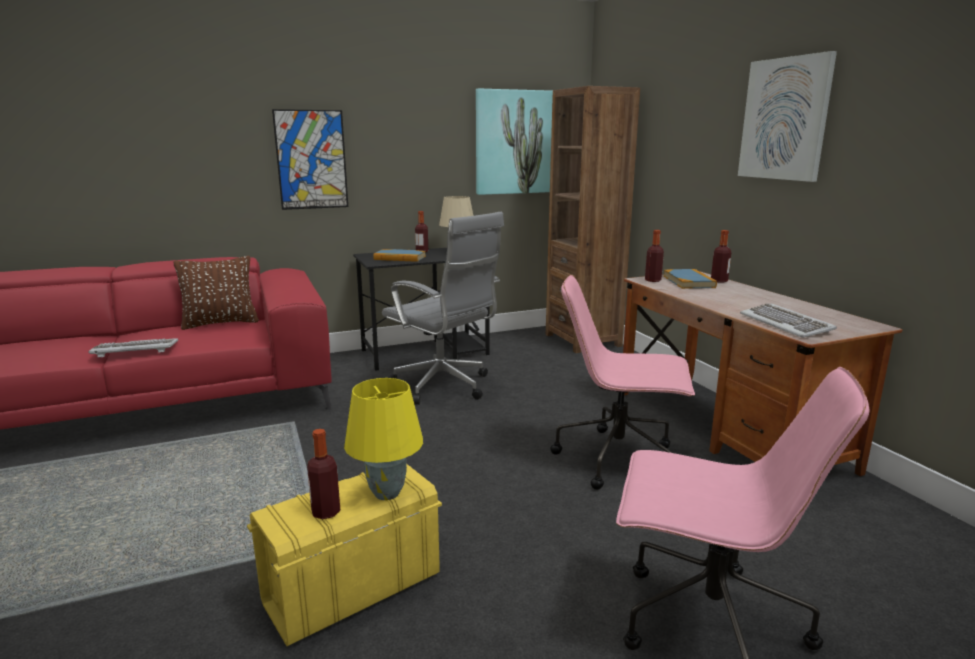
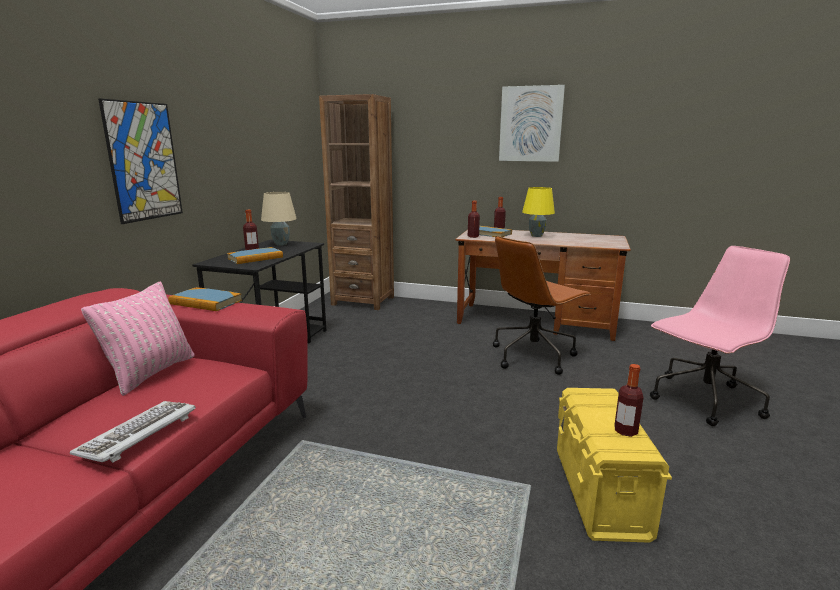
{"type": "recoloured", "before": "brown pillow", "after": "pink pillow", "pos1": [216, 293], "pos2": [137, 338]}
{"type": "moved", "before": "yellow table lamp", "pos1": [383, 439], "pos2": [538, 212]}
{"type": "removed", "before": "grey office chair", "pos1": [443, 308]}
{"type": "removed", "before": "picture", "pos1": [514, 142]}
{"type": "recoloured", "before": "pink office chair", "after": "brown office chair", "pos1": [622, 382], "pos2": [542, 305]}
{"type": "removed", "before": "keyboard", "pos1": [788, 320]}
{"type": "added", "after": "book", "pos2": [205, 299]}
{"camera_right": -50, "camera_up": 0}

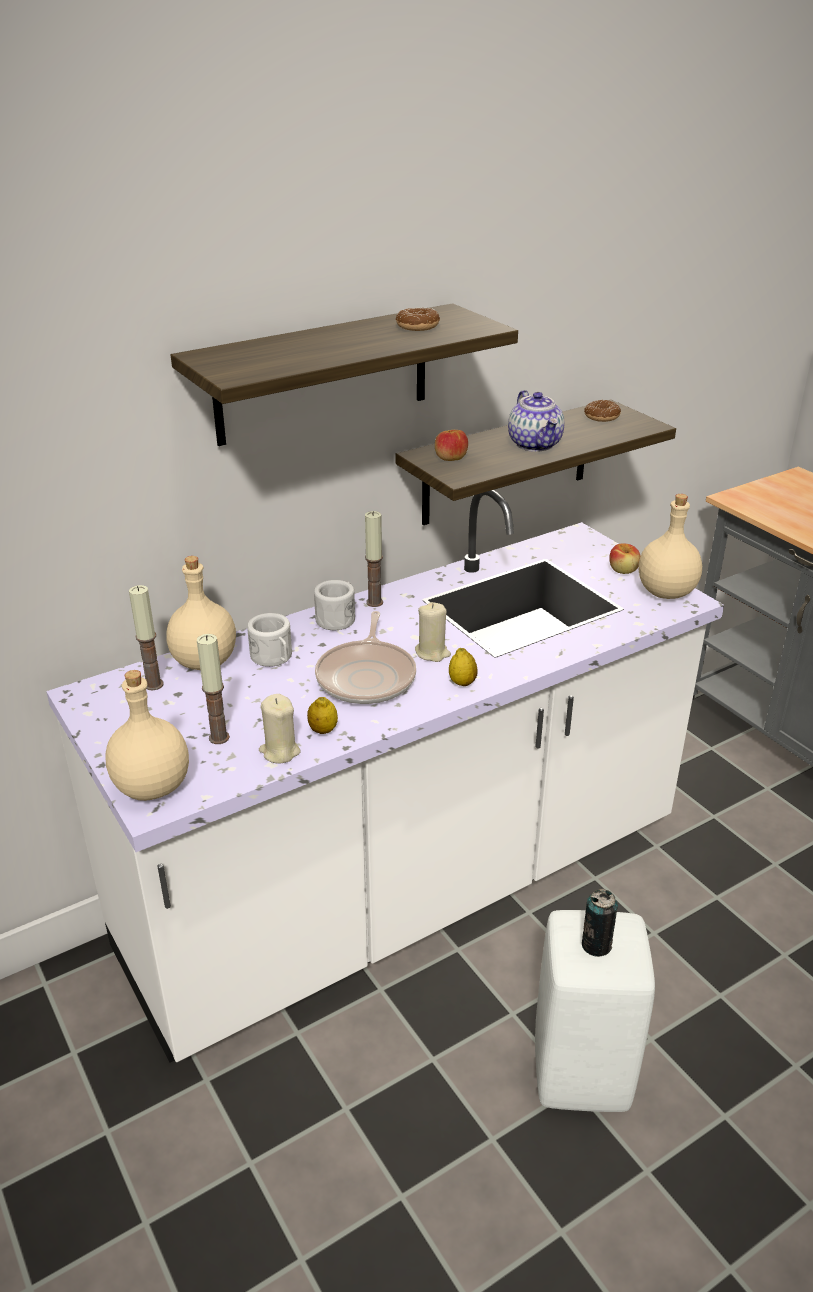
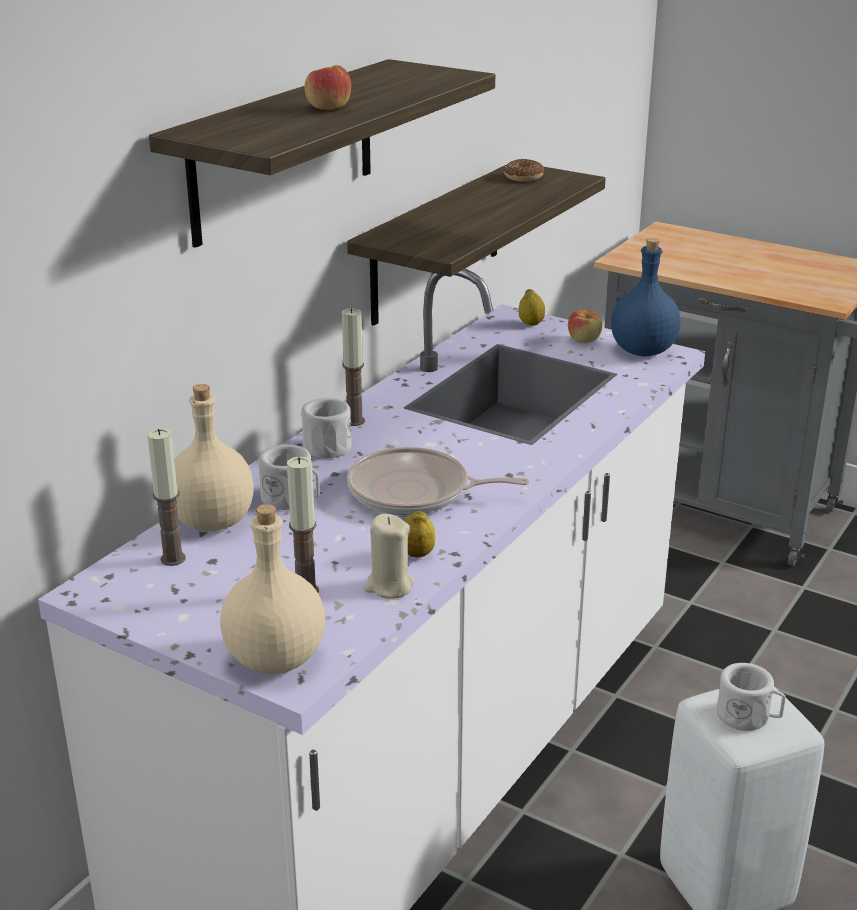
{"type": "turned", "before": "frying pan", "pos1": [365, 657], "pos2": [438, 481], "turn": 120}
{"type": "removed", "before": "donut", "pos1": [417, 319]}
{"type": "removed", "before": "beige candle", "pos1": [433, 632]}
{"type": "moved", "before": "apple", "pos1": [451, 445], "pos2": [327, 87]}
{"type": "moved", "before": "lemon", "pos1": [463, 667], "pos2": [532, 307]}
{"type": "removed", "before": "teapot", "pos1": [536, 421]}
{"type": "replaced", "before": "can", "after": "white mug", "pos1": [600, 923], "pos2": [751, 697]}
{"type": "recoloured", "before": "beige bottle", "after": "blue bottle", "pos1": [670, 546], "pos2": [646, 297]}
{"camera_right": -25, "camera_up": -5}

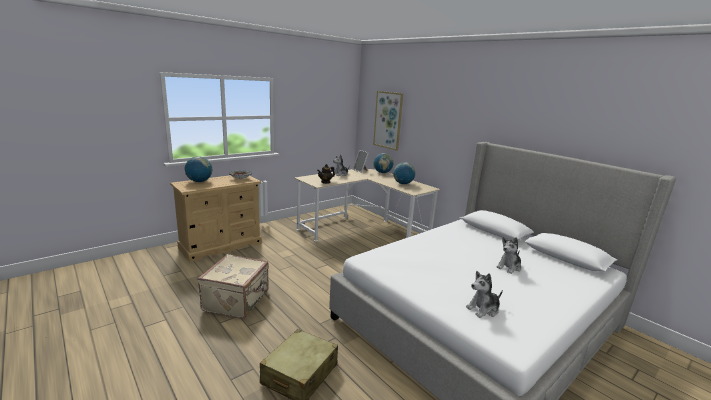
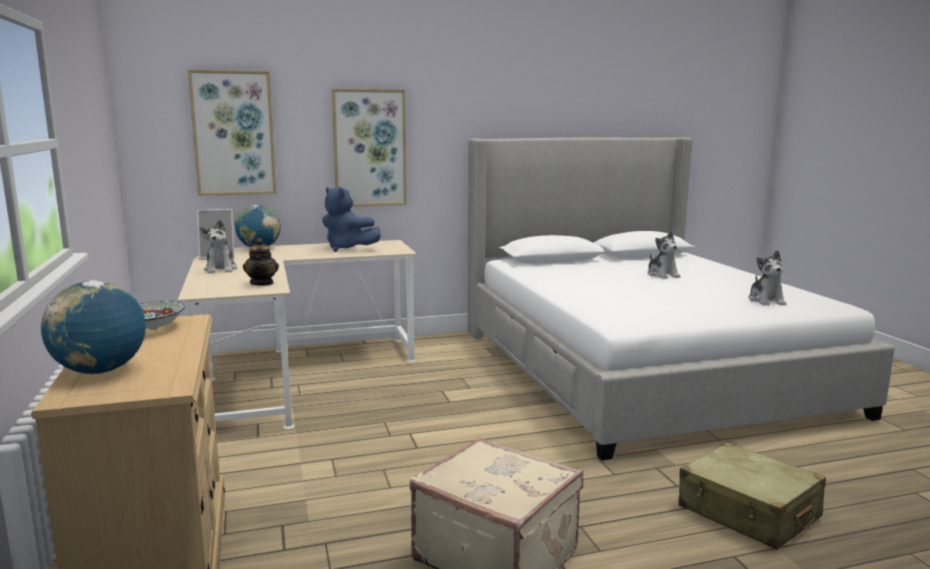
{"type": "replaced", "before": "globe", "after": "blue plush toy", "pos1": [404, 173], "pos2": [351, 219]}
{"type": "added", "after": "picture", "pos2": [369, 148]}
{"camera_right": -65, "camera_up": -5}

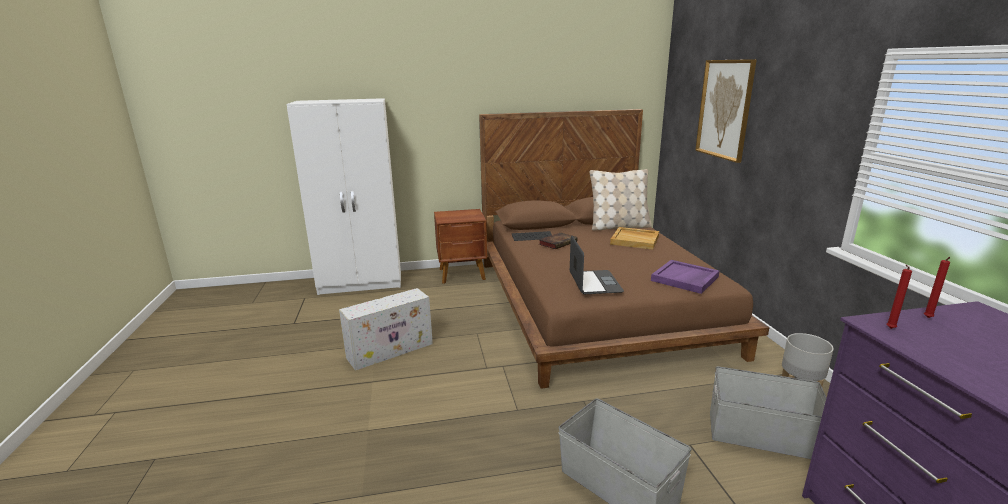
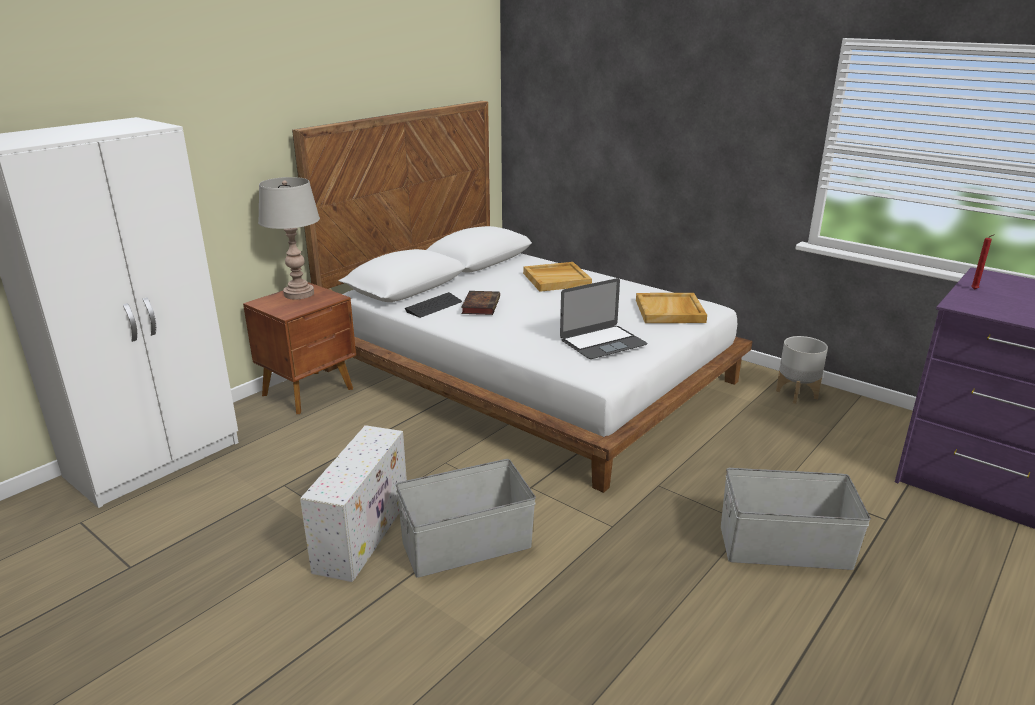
{"type": "recoloured", "before": "brown bed", "after": "white bed", "pos1": [624, 249], "pos2": [522, 297]}
{"type": "turned", "before": "laptop", "pos1": [597, 265], "pos2": [603, 318], "turn": 105}
{"type": "removed", "before": "beige pillow", "pos1": [620, 199]}
{"type": "recoloured", "before": "purple tray", "after": "beige tray", "pos1": [685, 277], "pos2": [671, 308]}
{"type": "removed", "before": "picture", "pos1": [726, 111]}
{"type": "moved", "before": "grey storage box", "pos1": [768, 412], "pos2": [466, 518]}
{"type": "removed", "before": "red candle", "pos1": [899, 297]}
{"type": "added", "after": "grey table lamp", "pos2": [289, 238]}
{"camera_right": -40, "camera_up": 5}

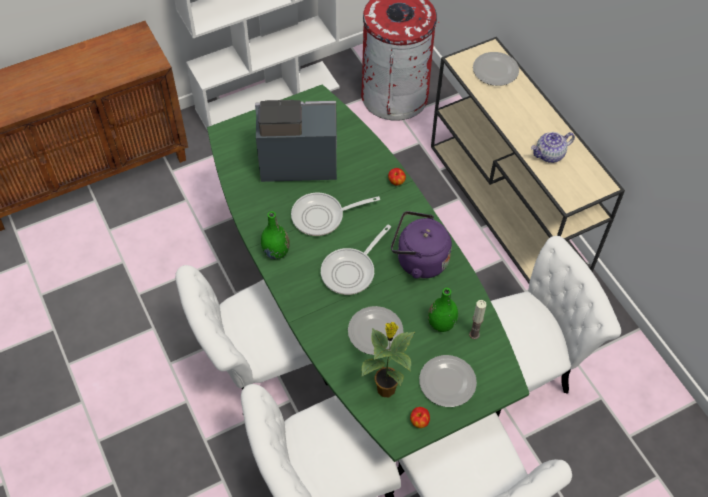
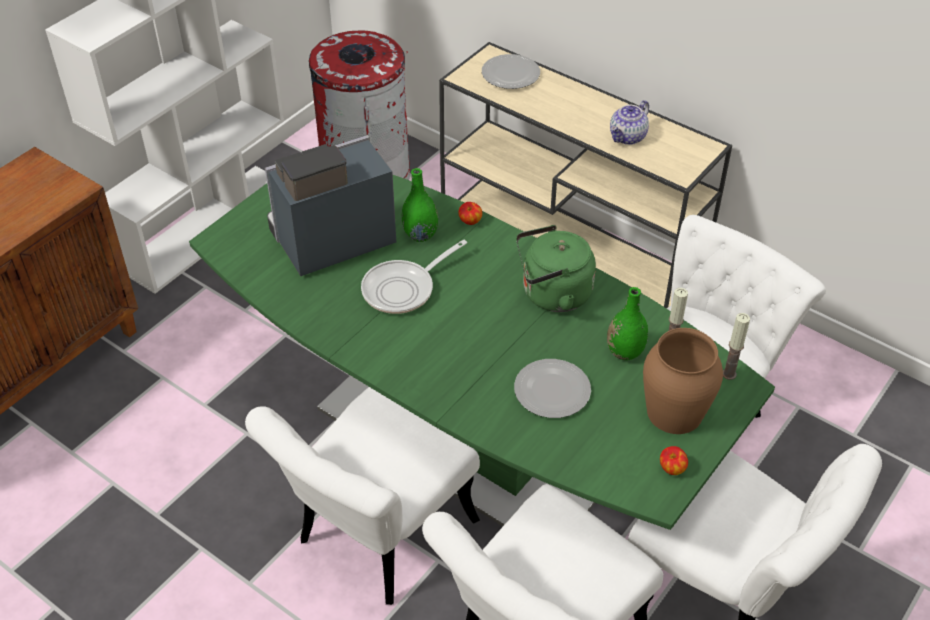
{"type": "moved", "before": "green vase", "pos1": [275, 235], "pos2": [420, 205]}
{"type": "removed", "before": "frying pan", "pos1": [356, 260]}
{"type": "removed", "before": "potted plant", "pos1": [388, 359]}
{"type": "recoloured", "before": "purple kettle", "after": "green kettle", "pos1": [421, 245], "pos2": [556, 268]}
{"type": "replaced", "before": "plate", "after": "brown vase", "pos1": [448, 381], "pos2": [683, 381]}
{"type": "added", "after": "candle", "pos2": [736, 346]}
{"camera_right": -25, "camera_up": -10}

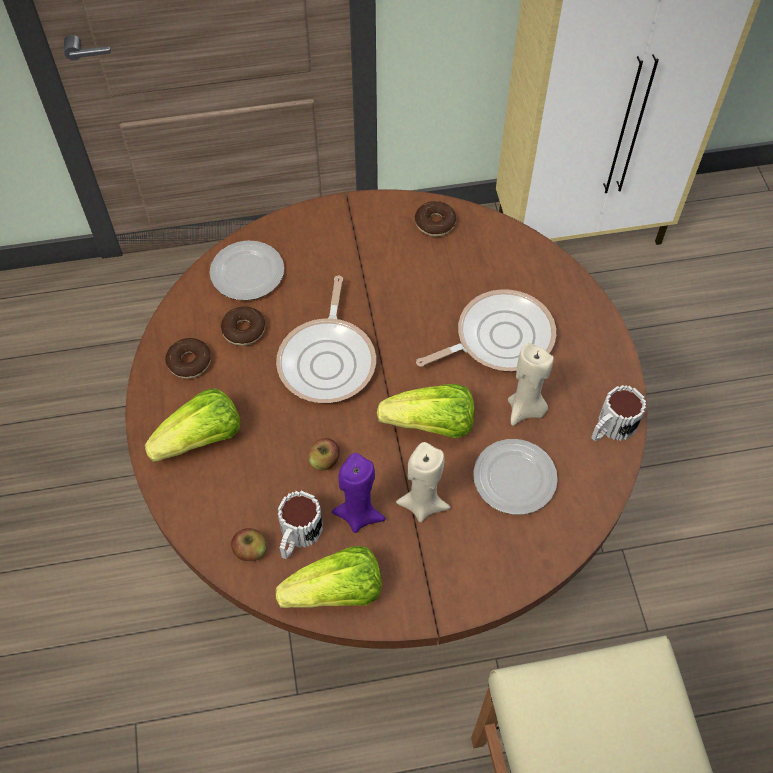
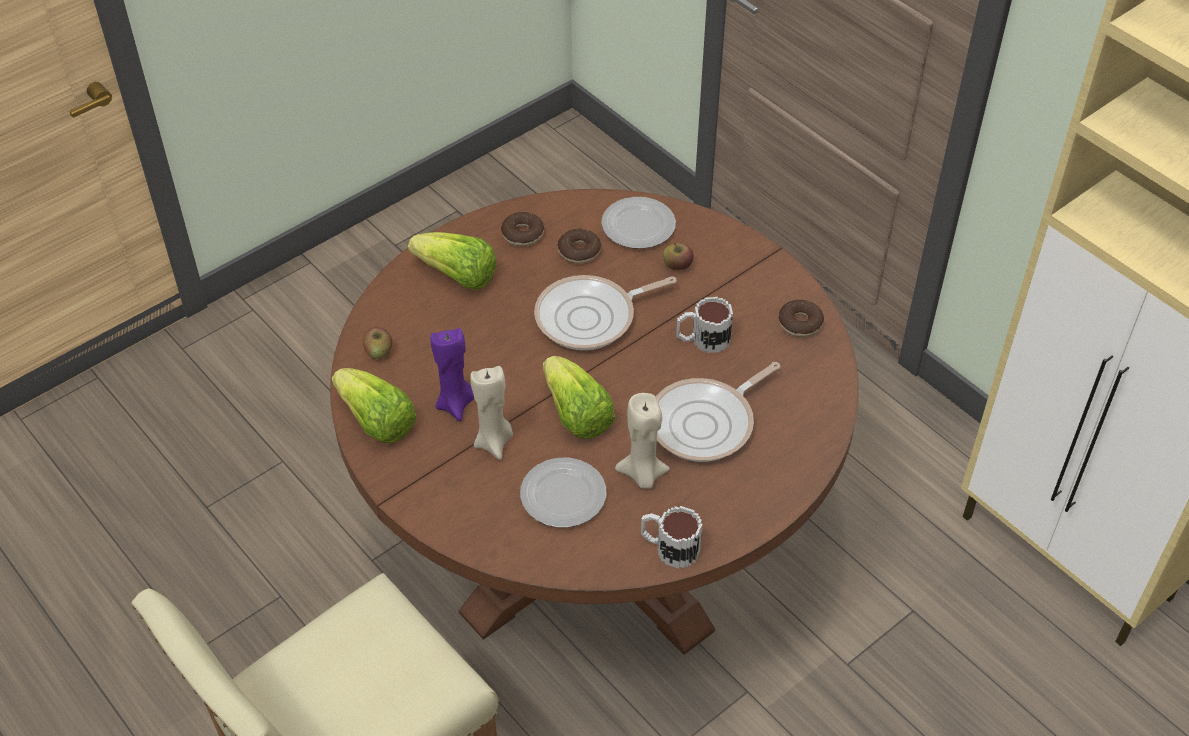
{"type": "moved", "before": "mug", "pos1": [300, 525], "pos2": [704, 325]}
{"type": "moved", "before": "apple", "pos1": [324, 454], "pos2": [678, 256]}
{"type": "turned", "before": "frying pan", "pos1": [486, 330], "pos2": [718, 412], "turn": 105}
{"camera_right": 60, "camera_up": -10}

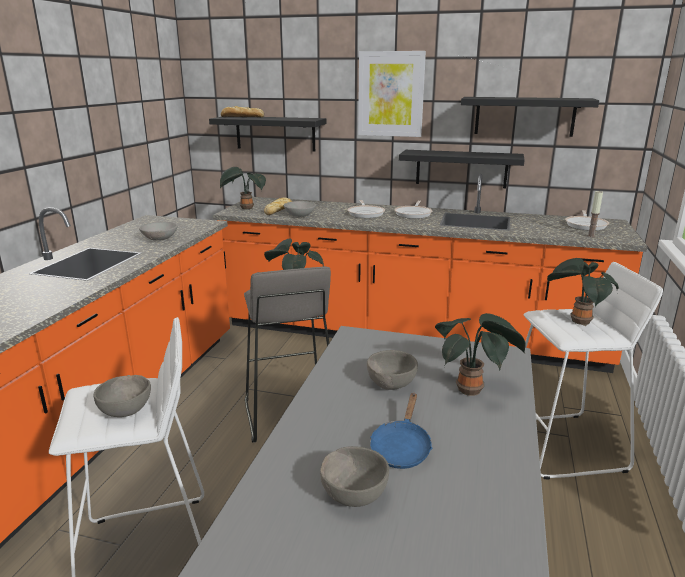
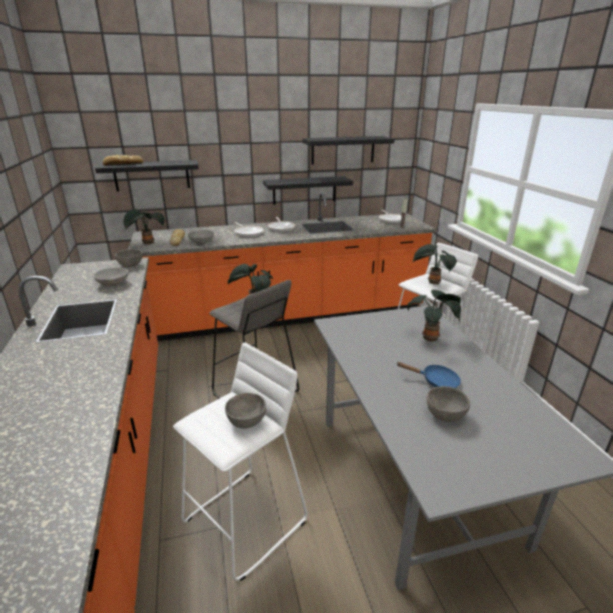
{"type": "removed", "before": "picture", "pos1": [392, 94]}
{"type": "moved", "before": "grey bowl", "pos1": [392, 370], "pos2": [129, 258]}
{"type": "turned", "before": "blue frying pan", "pos1": [401, 431], "pos2": [428, 375], "turn": -60}
{"camera_right": -30, "camera_up": 5}

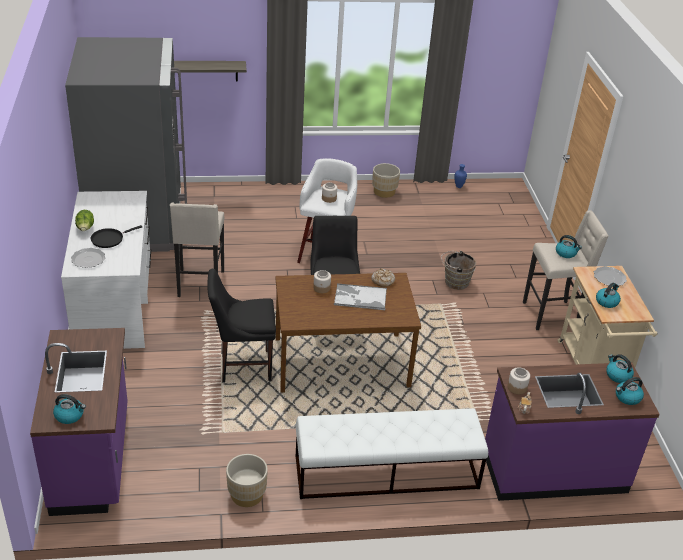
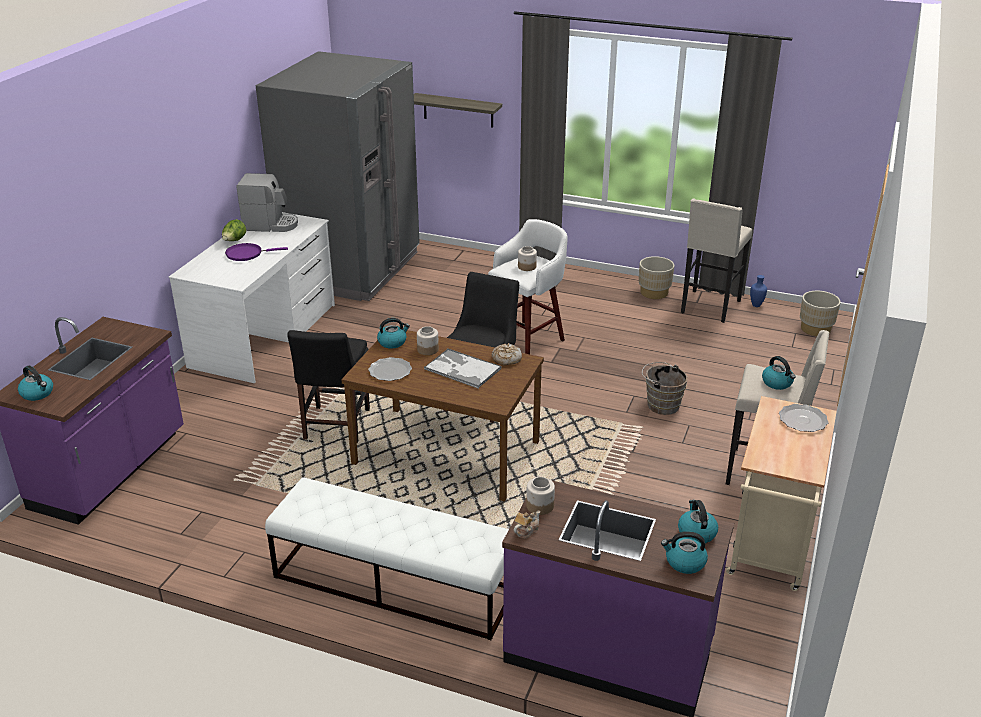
{"type": "moved", "before": "plate", "pos1": [88, 258], "pos2": [390, 369]}
{"type": "recoloured", "before": "black frying pan", "after": "purple frying pan", "pos1": [117, 236], "pos2": [256, 252]}
{"type": "moved", "before": "beige stool", "pos1": [197, 250], "pos2": [716, 261]}
{"type": "turned", "before": "black chair", "pos1": [241, 326], "pos2": [328, 386], "turn": -105}
{"type": "moved", "before": "beige planter", "pos1": [247, 480], "pos2": [820, 313]}
{"type": "moved", "before": "kettle", "pos1": [608, 295], "pos2": [393, 333]}
{"type": "added", "after": "coffee machine", "pos2": [267, 202]}
{"camera_right": 30, "camera_up": -5}

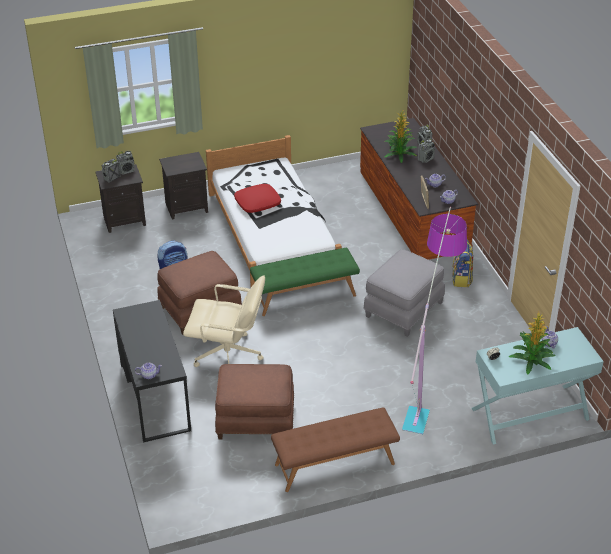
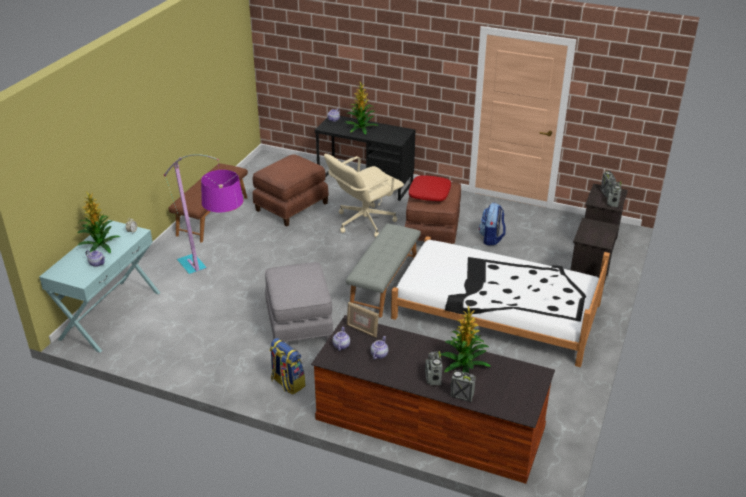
{"type": "moved", "before": "red pillow", "pos1": [257, 198], "pos2": [430, 188]}
{"type": "recoloured", "before": "green bench", "after": "grey bench", "pos1": [305, 282], "pos2": [383, 270]}
{"type": "added", "after": "potted plant", "pos2": [362, 108]}
{"camera_right": 130, "camera_up": -5}

